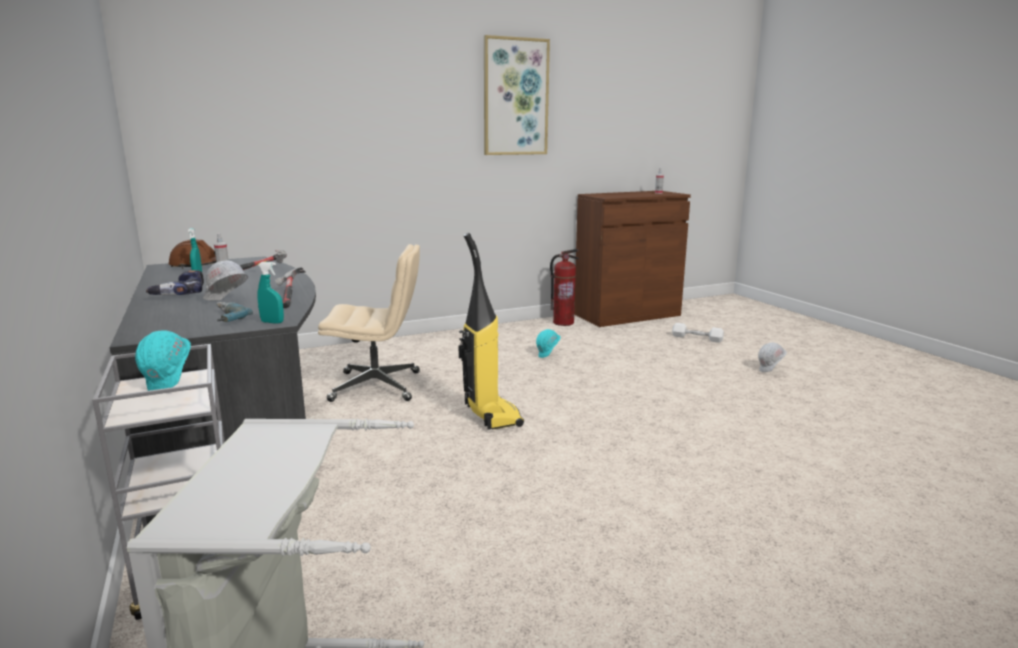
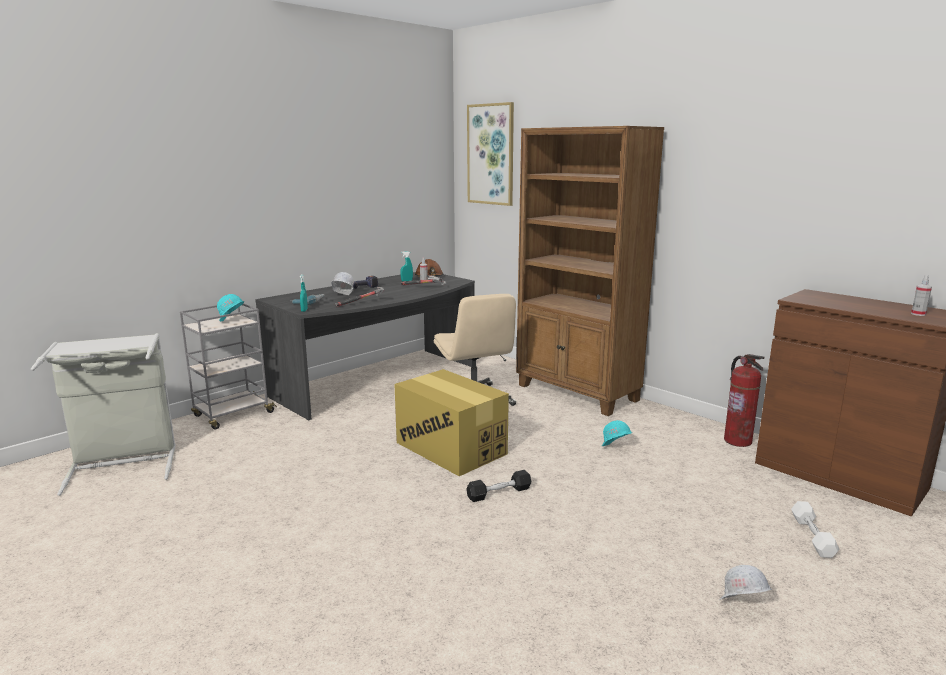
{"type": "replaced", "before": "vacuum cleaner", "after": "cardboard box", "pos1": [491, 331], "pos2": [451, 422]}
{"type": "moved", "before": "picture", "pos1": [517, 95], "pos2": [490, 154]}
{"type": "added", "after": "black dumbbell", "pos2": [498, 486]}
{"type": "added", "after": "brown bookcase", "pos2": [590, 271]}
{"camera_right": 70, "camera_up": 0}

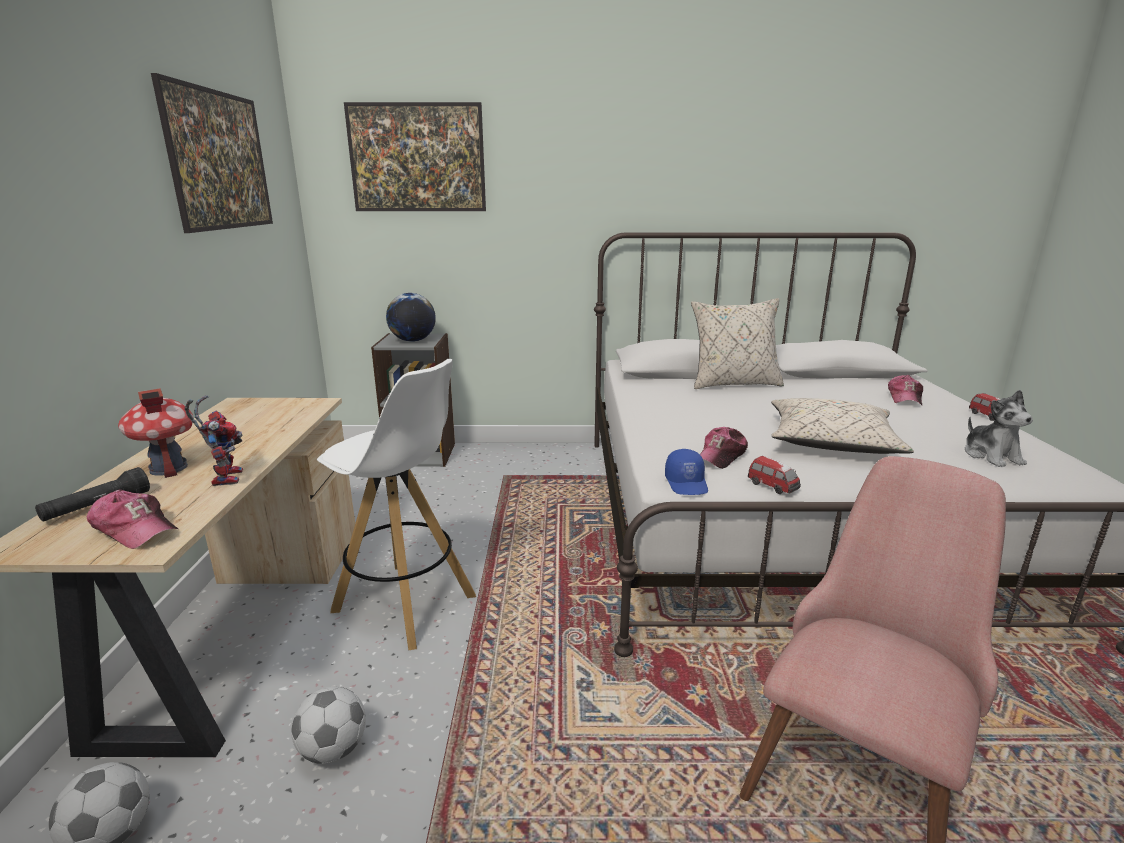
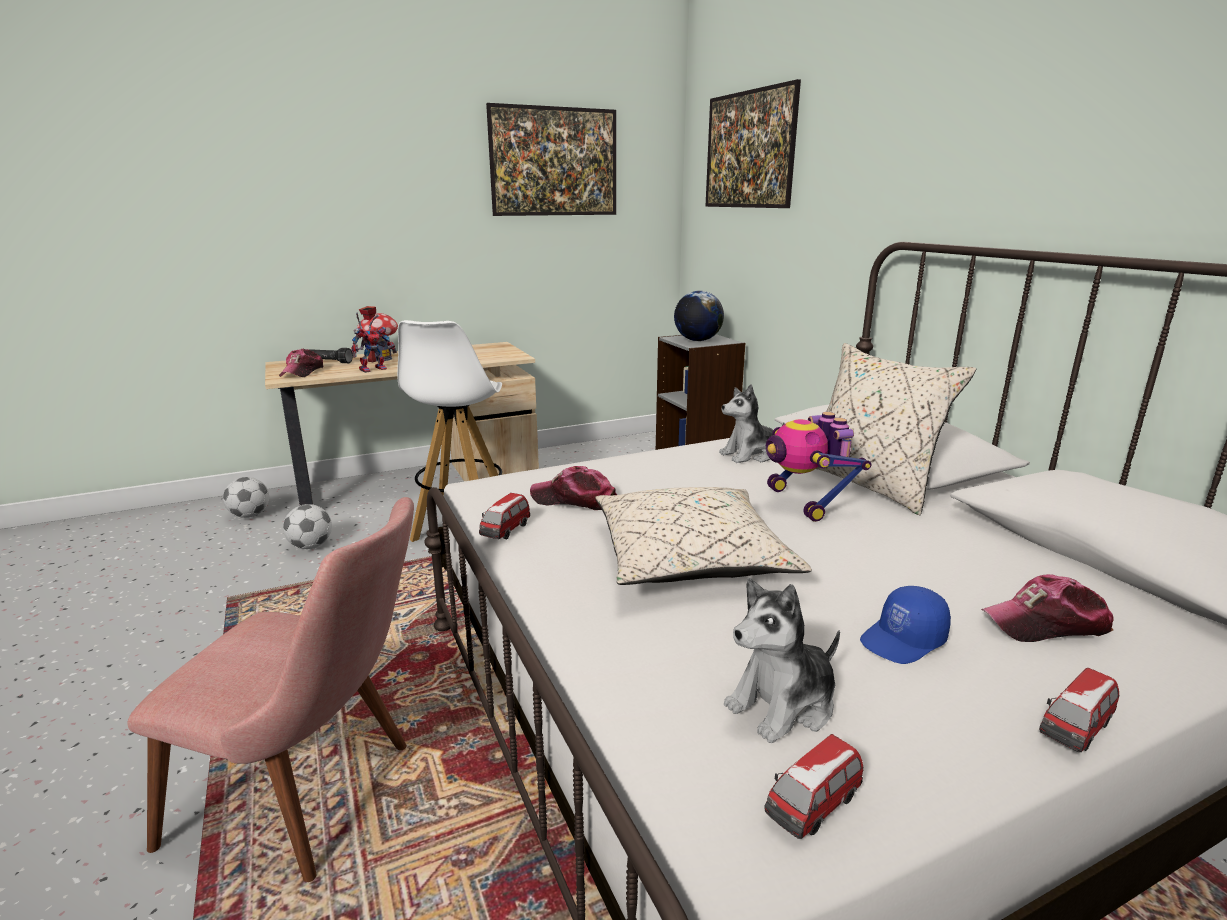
{"type": "moved", "before": "blue cap", "pos1": [686, 472], "pos2": [905, 625]}
{"type": "added", "after": "plush toy", "pos2": [752, 423]}
{"type": "added", "after": "toy car", "pos2": [813, 786]}
{"type": "added", "after": "toy robot", "pos2": [818, 467]}
{"camera_right": 65, "camera_up": 0}

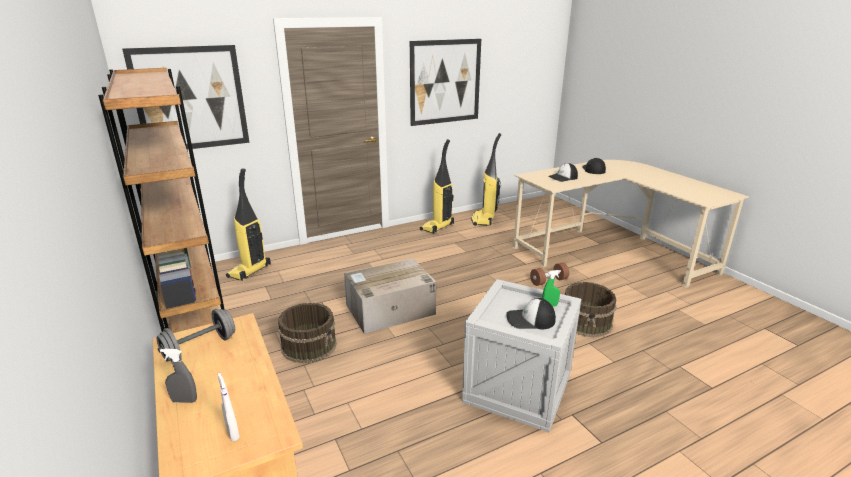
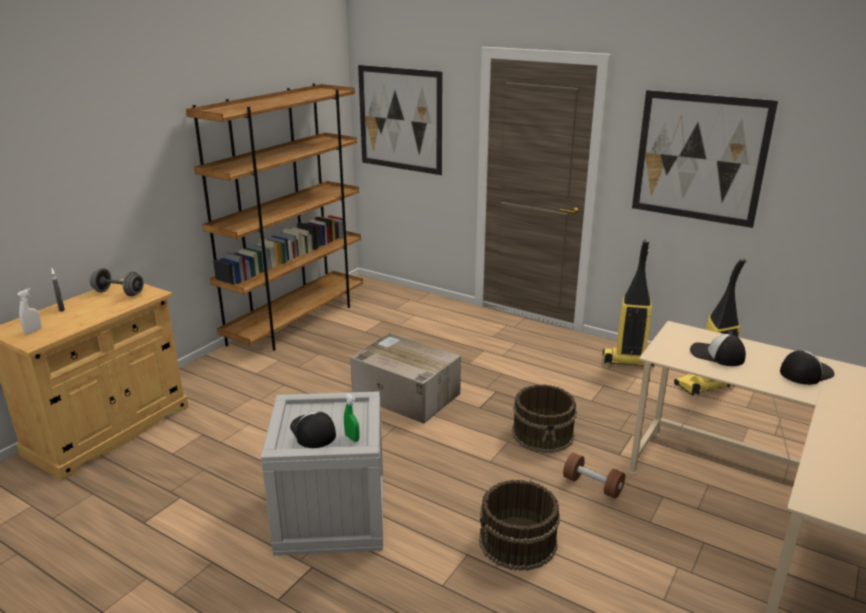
{"type": "removed", "before": "vacuum cleaner", "pos1": [248, 224]}
{"type": "moved", "before": "brown bucket", "pos1": [307, 333], "pos2": [544, 419]}
{"camera_right": 60, "camera_up": 0}

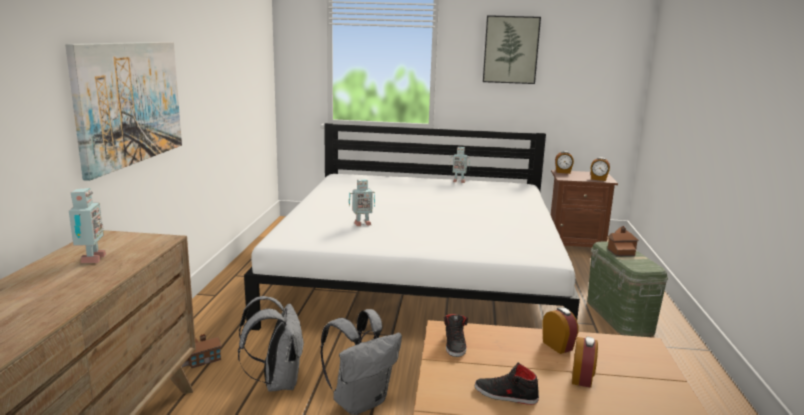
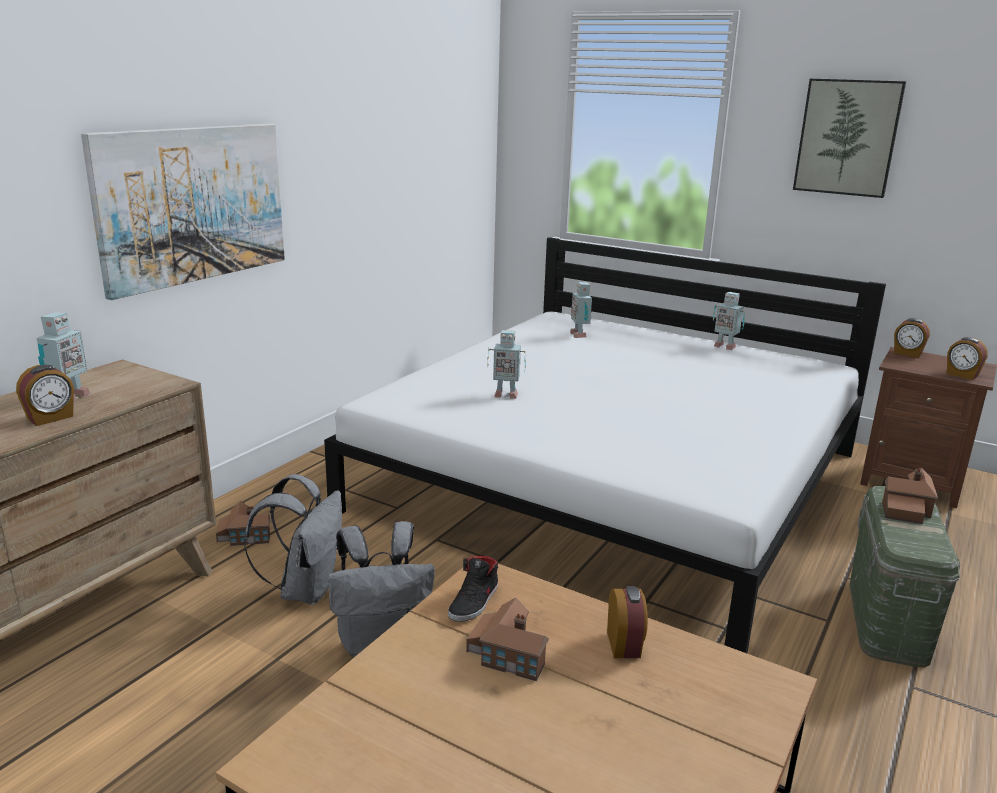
{"type": "removed", "before": "black shoe", "pos1": [507, 383]}
{"type": "moved", "before": "alarm clock", "pos1": [585, 362], "pos2": [45, 395]}
{"type": "added", "after": "toy house", "pos2": [507, 639]}
{"type": "added", "after": "toy robot", "pos2": [581, 310]}
{"camera_right": 25, "camera_up": 5}

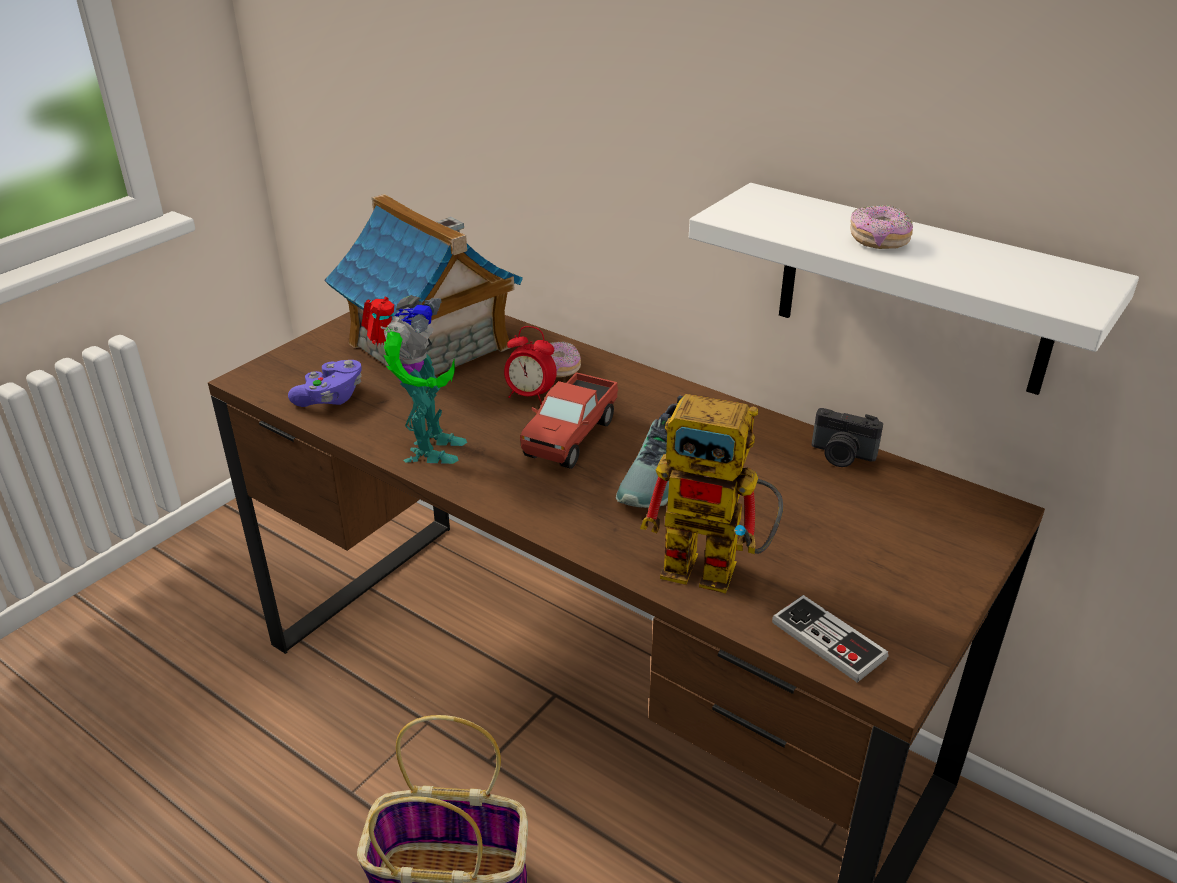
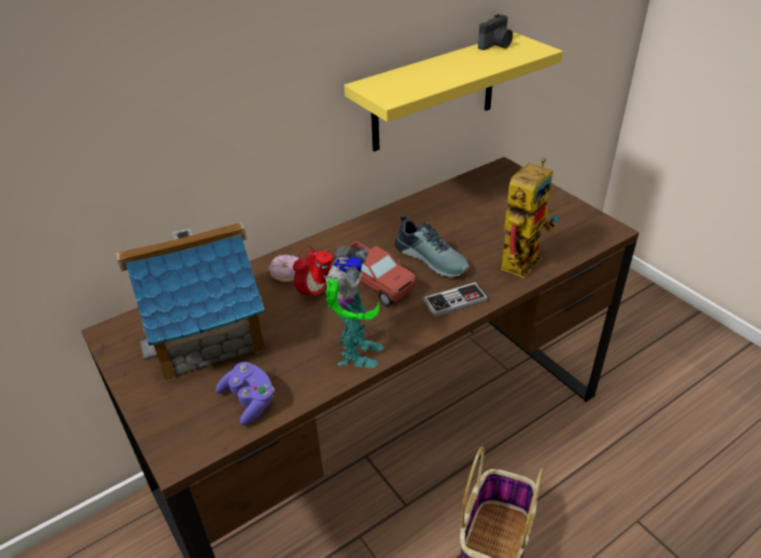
{"type": "turned", "before": "toy robot", "pos1": [414, 379], "pos2": [345, 306], "turn": 75}
{"type": "recoloured", "before": "white shelf", "after": "yellow shelf", "pos1": [914, 289], "pos2": [453, 92]}
{"type": "moved", "before": "game controller", "pos1": [830, 639], "pos2": [456, 299]}
{"type": "moved", "before": "photo camera", "pos1": [847, 437], "pos2": [495, 32]}
{"type": "removed", "before": "donut", "pos1": [881, 227]}
{"camera_right": -70, "camera_up": 5}

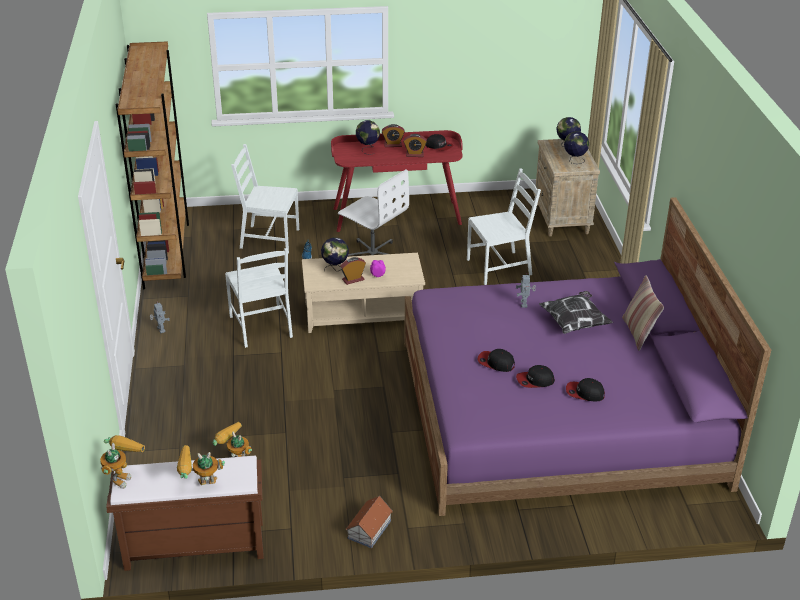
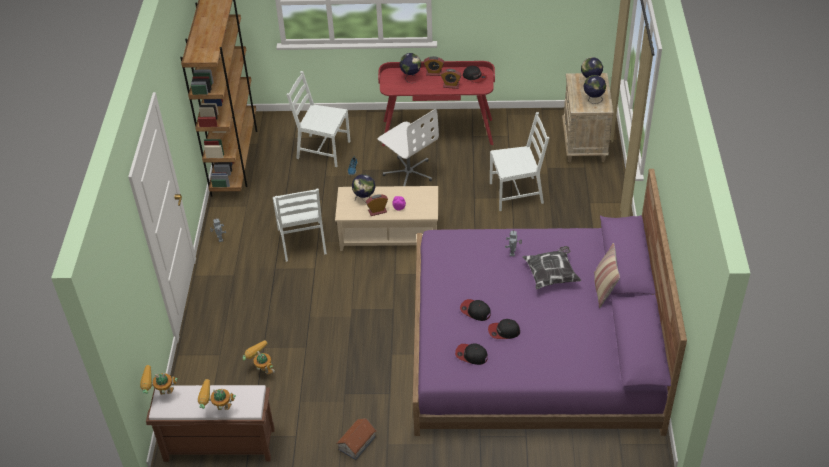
{"type": "turned", "before": "toy robot", "pos1": [122, 462], "pos2": [159, 380], "turn": -120}
{"type": "moved", "before": "cap", "pos1": [585, 389], "pos2": [471, 354]}
{"camera_right": 10, "camera_up": 10}

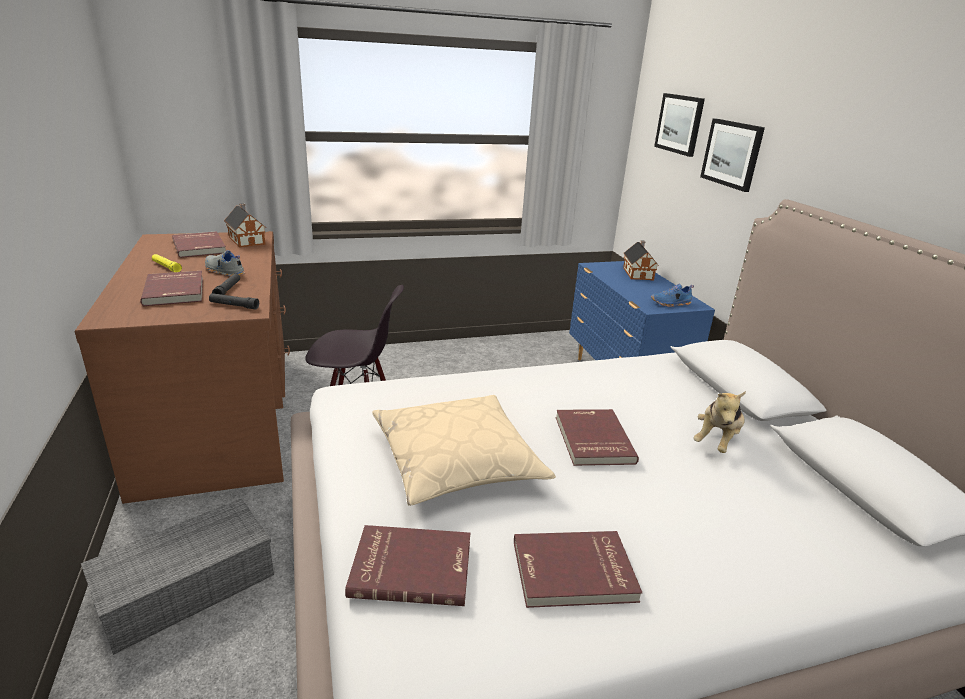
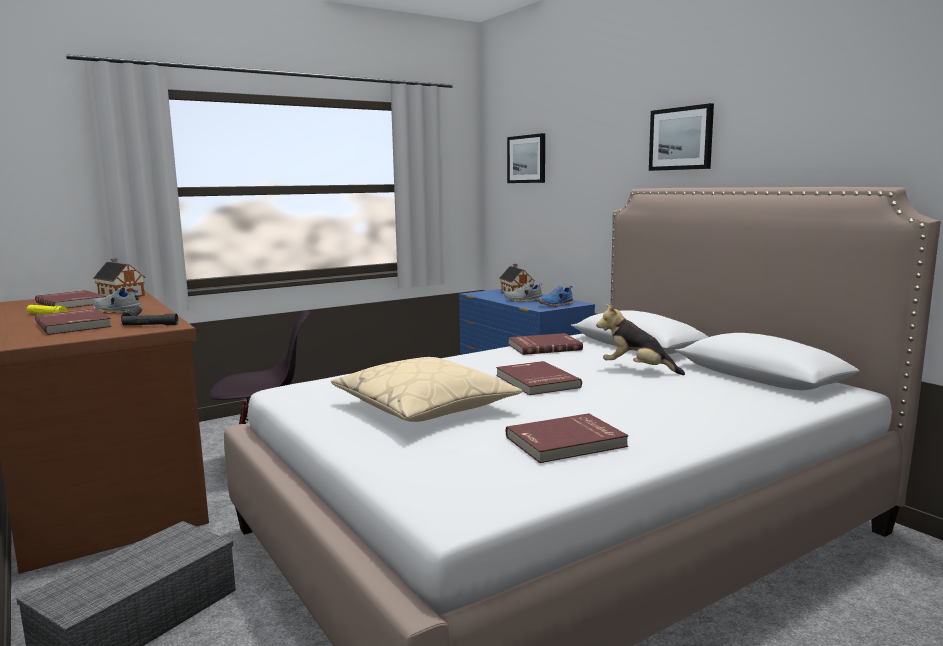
{"type": "moved", "before": "red book", "pos1": [407, 565], "pos2": [545, 344]}
{"type": "turned", "before": "plush toy", "pos1": [719, 422], "pos2": [640, 339], "turn": 105}
{"type": "moved", "before": "picture", "pos1": [732, 155], "pos2": [681, 137]}
{"type": "added", "after": "grey shoe", "pos2": [523, 292]}
{"camera_right": -15, "camera_up": -15}

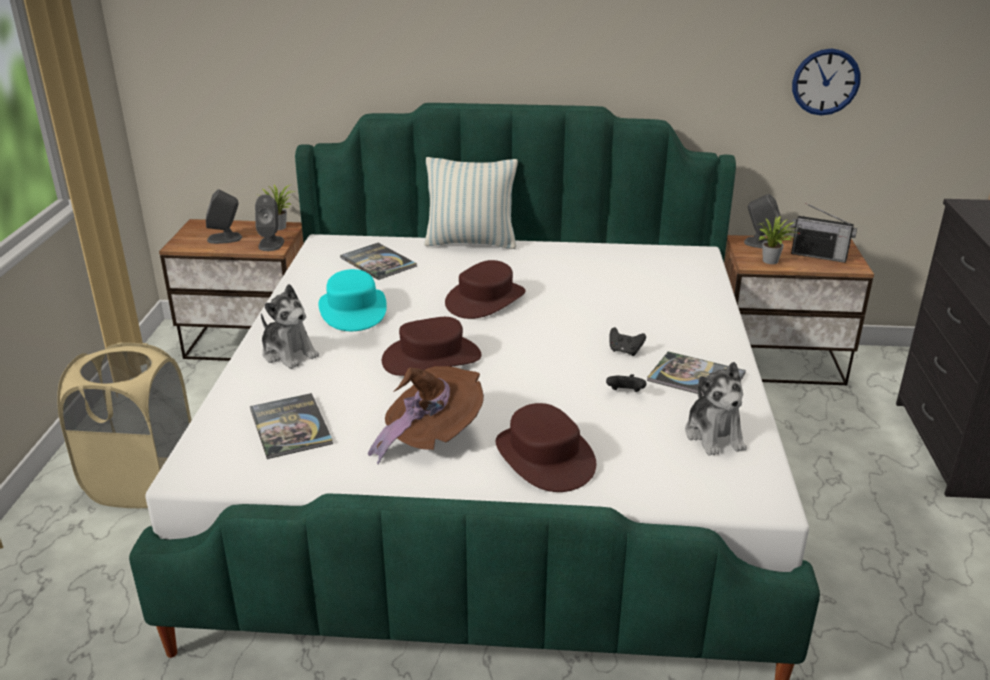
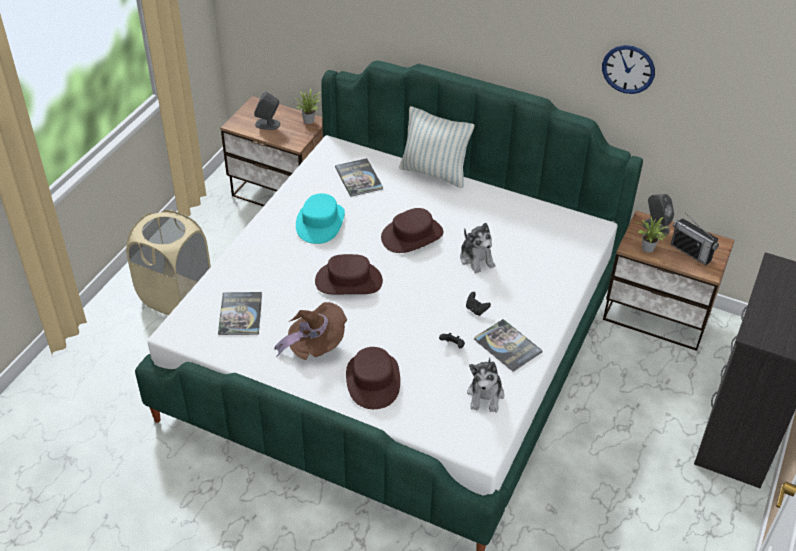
{"type": "removed", "before": "grey speaker", "pos1": [269, 222]}
{"type": "moved", "before": "plush toy", "pos1": [290, 326], "pos2": [478, 248]}
{"type": "moved", "before": "wall clock", "pos1": [826, 81], "pos2": [628, 69]}
{"camera_right": 20, "camera_up": 15}

